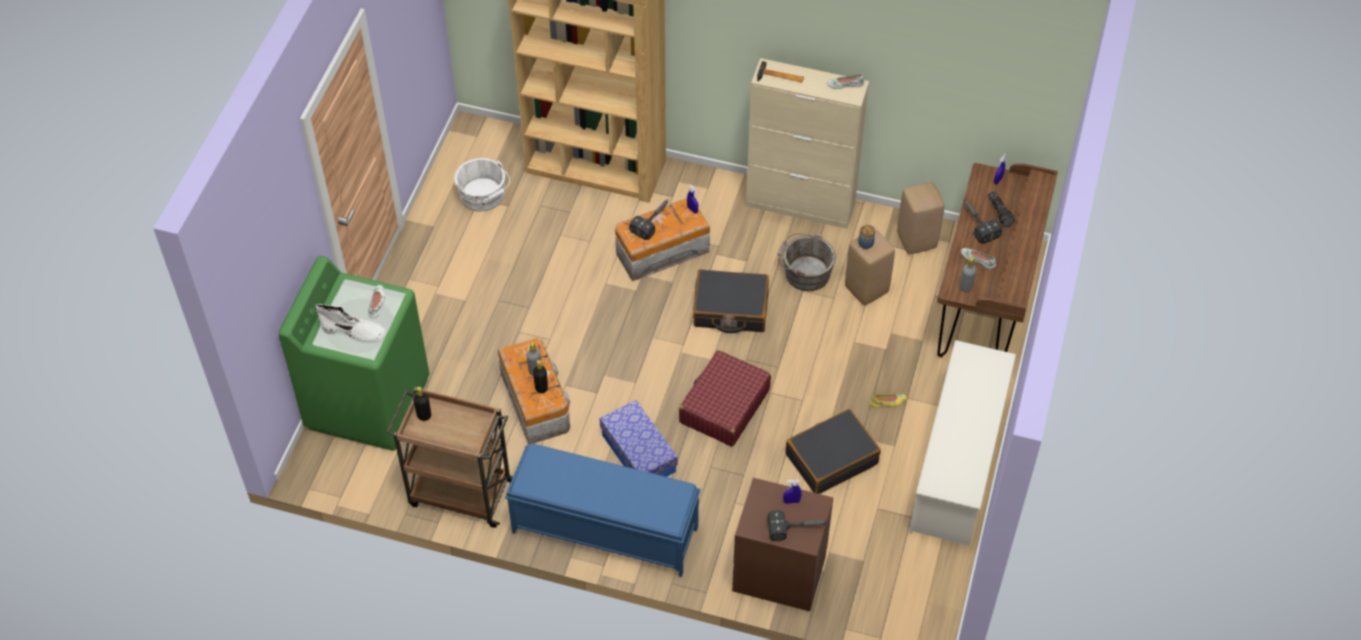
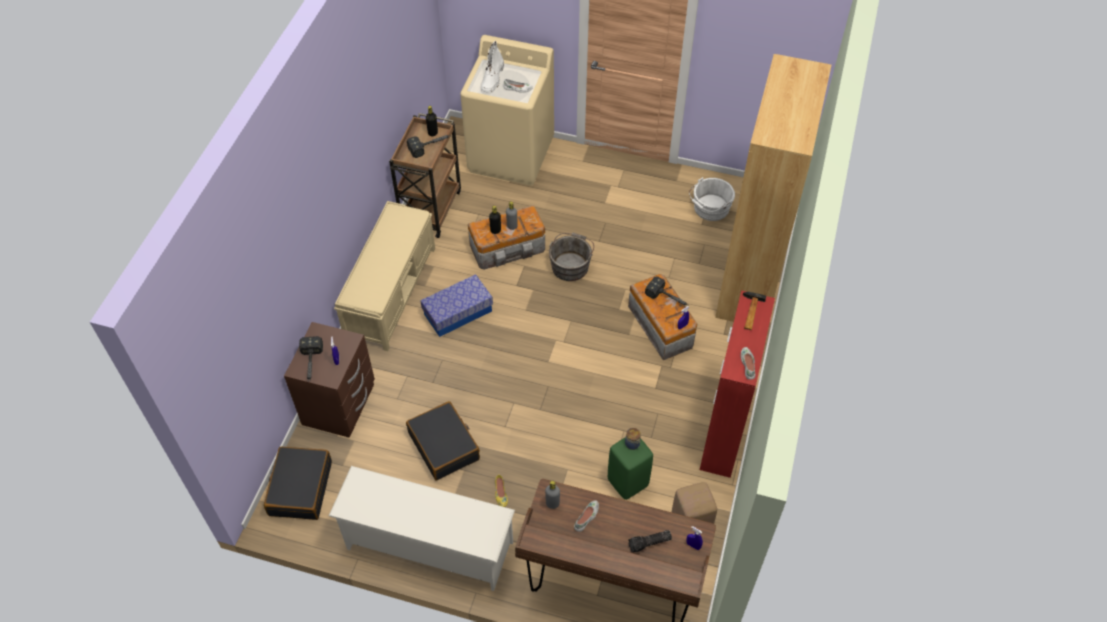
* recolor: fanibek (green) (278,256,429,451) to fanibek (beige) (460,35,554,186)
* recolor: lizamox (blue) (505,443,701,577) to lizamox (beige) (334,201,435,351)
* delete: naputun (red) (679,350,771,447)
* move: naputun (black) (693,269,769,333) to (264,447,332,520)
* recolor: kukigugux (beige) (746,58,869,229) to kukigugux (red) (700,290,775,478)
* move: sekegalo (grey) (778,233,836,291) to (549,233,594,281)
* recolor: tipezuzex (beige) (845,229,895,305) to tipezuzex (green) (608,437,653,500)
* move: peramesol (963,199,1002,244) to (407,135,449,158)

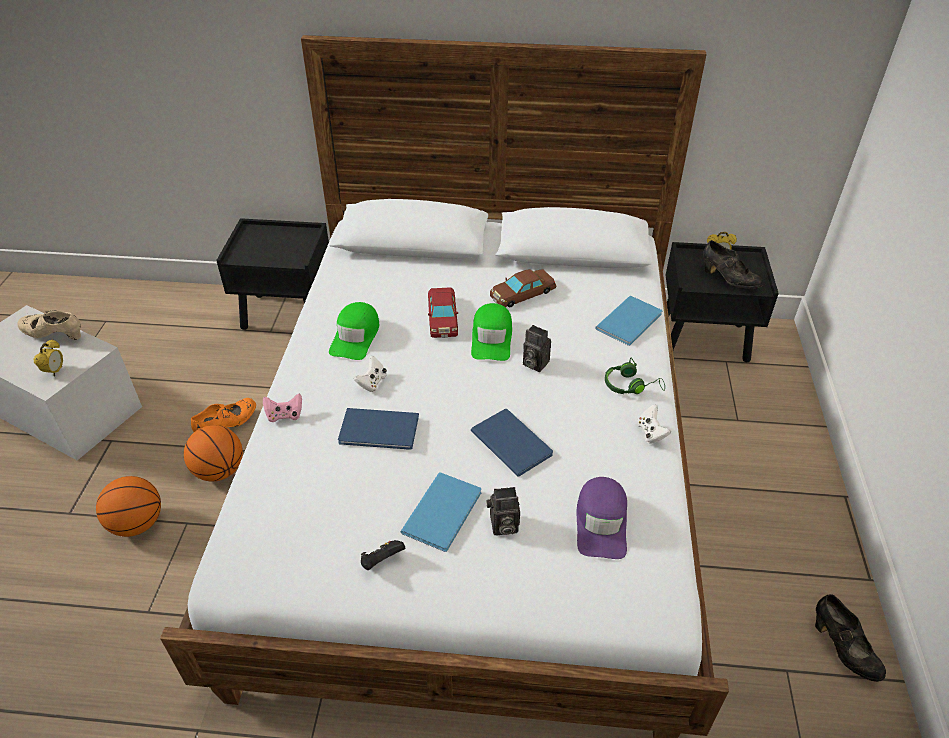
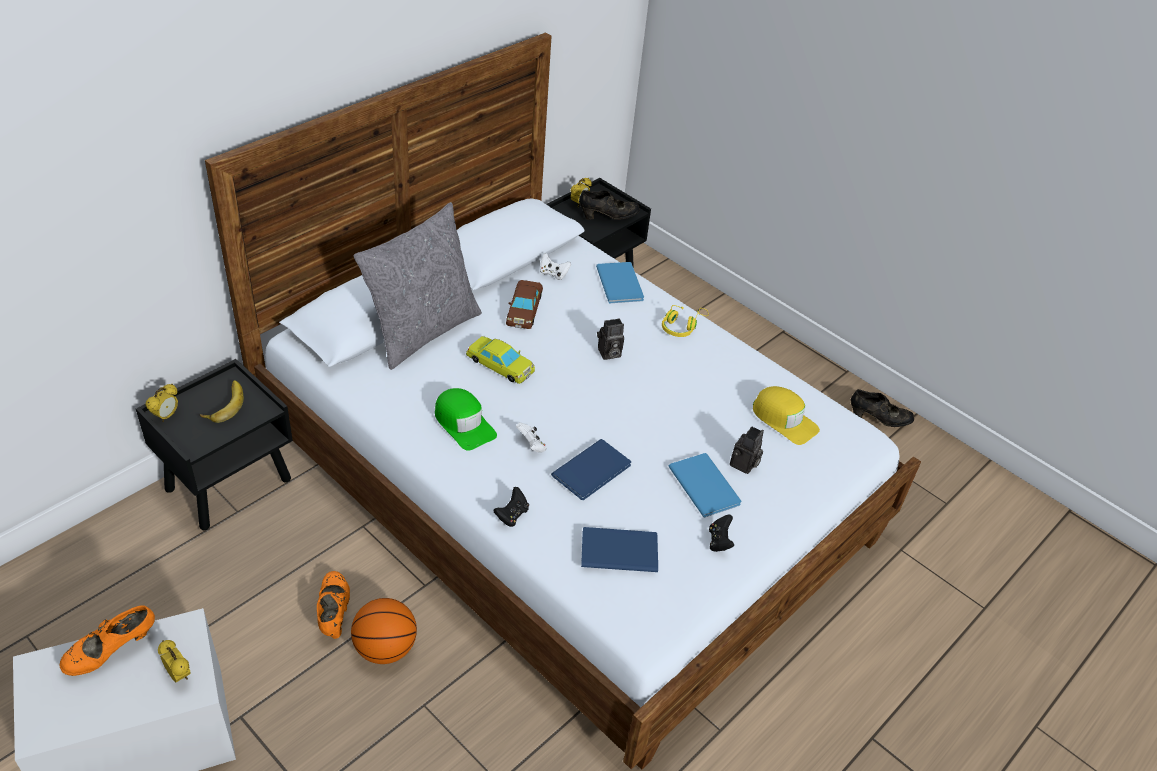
* recolor: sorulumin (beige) (17,310,81,340) to sorulumin (orange) (59,605,155,676)
* delete: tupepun (96,476,161,537)
* recolor: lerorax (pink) (263,393,302,422) to lerorax (black) (494,487,529,527)
* recolor: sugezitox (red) (428,287,458,338) to sugezitox (yellow) (466,336,535,384)
* delete: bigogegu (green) (471,303,512,361)
* move: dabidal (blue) (471,409,553,477) to (581,527,658,572)
* recolor: bigogegu (purple) (577,477,627,559) to bigogegu (yellow) (753,386,820,445)
* recolor: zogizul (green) (605,358,665,394) to zogizul (yellow) (662,305,709,337)
* move: lerorax (white) (637,405,671,443) to (540,253,571,280)
* insert: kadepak (145,384,178,422)
* insert: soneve (199,380,243,423)
* insert: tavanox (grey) (354,202,482,370)

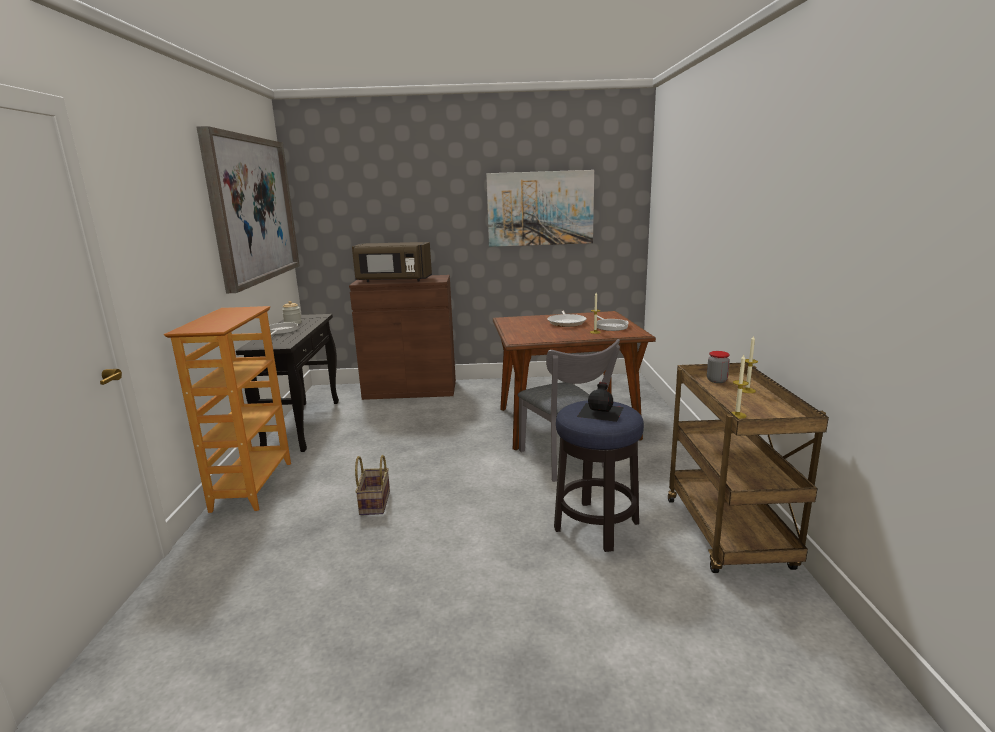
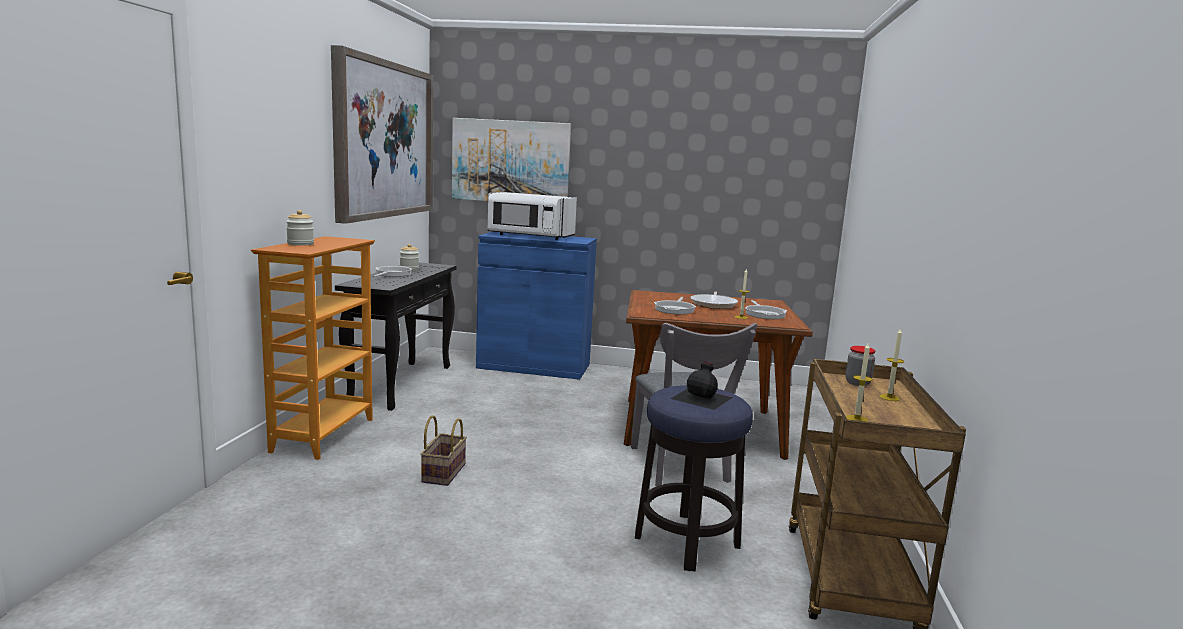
* recolor: kukigugux (brown) (349,275,456,400) to kukigugux (blue) (476,231,597,380)
* recolor: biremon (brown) (352,242,432,282) to biremon (white) (488,192,577,240)
* move: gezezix (486,170,594,247) to (452,118,571,201)
* insert: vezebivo (286,210,314,246)
* insert: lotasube (654,297,696,315)

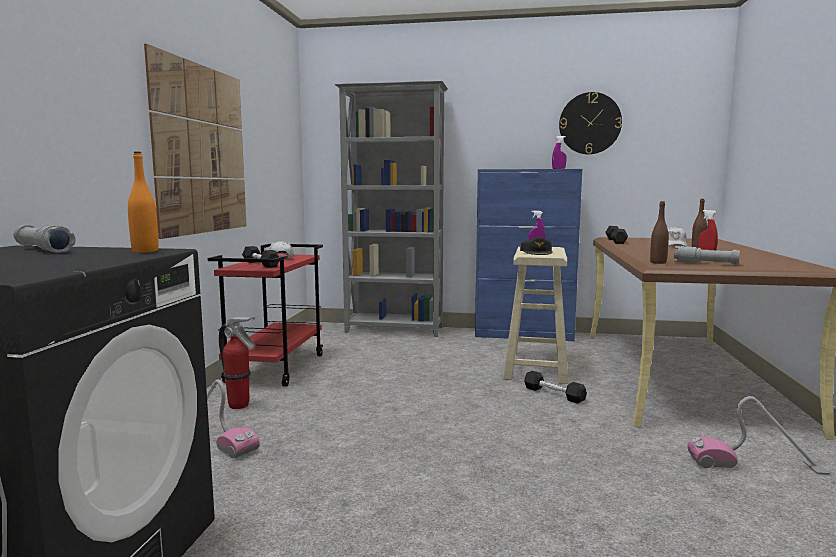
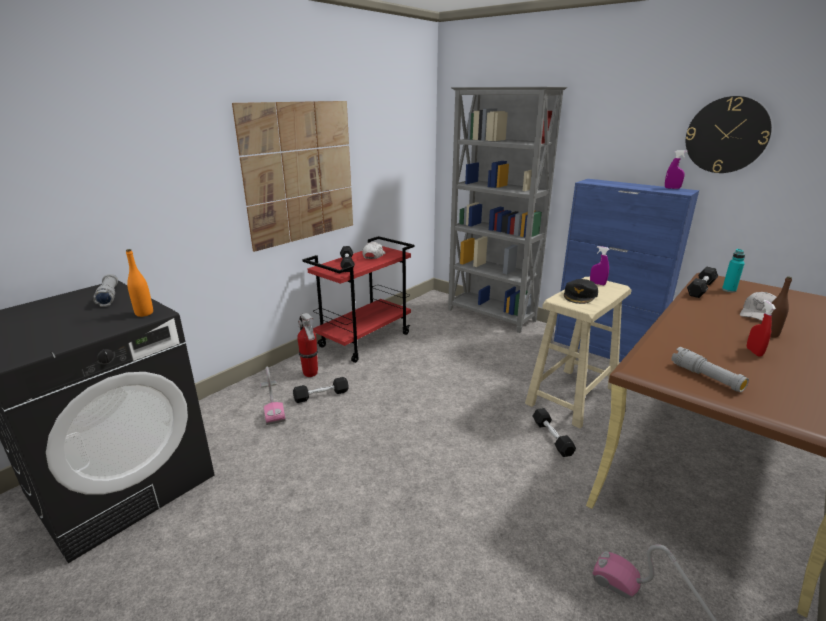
* delete: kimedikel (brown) (650,201,669,264)
* insert: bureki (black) (293,377,349,403)
* insert: kimedikel (turquoise) (722,249,745,292)

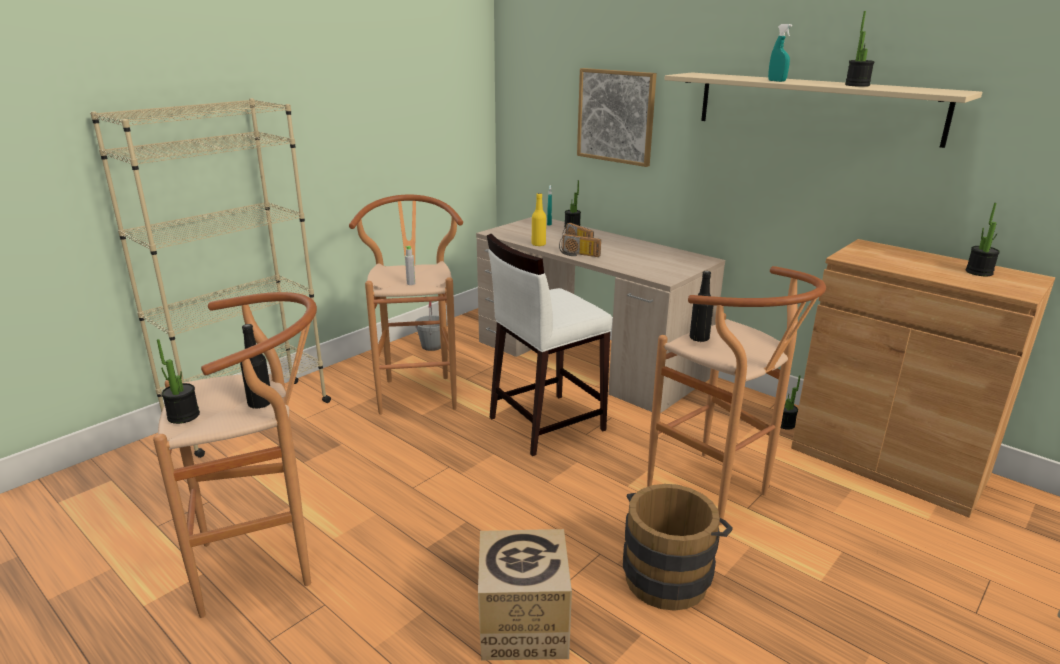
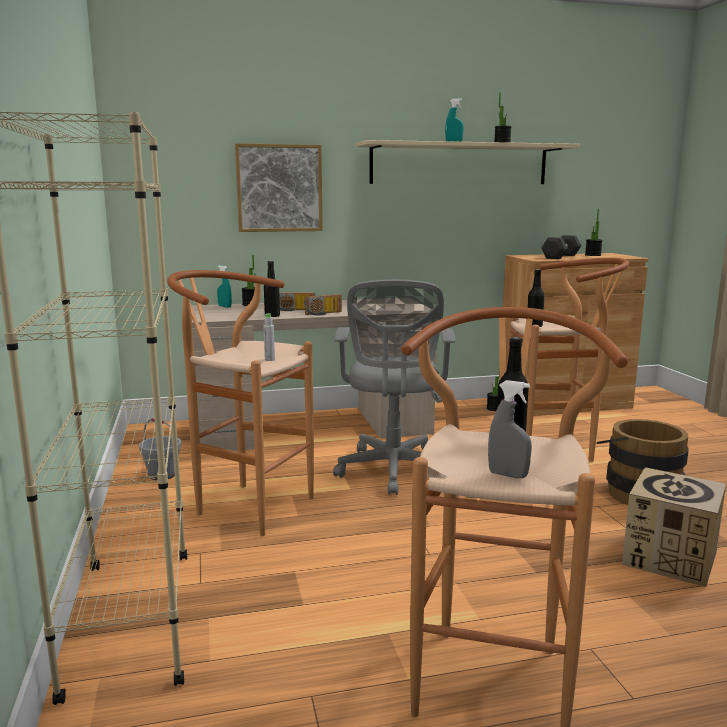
* replace: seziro (157,339,200,424) to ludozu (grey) (488,380,532,478)
* replace: tipezuzex (white) (487,233,612,456) to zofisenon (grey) (333,279,455,495)
* recolor: kimedikel (yellow) (532,193,546,246) to kimedikel (black) (264,261,280,317)
* insert: bureki (black) (542,235,581,259)

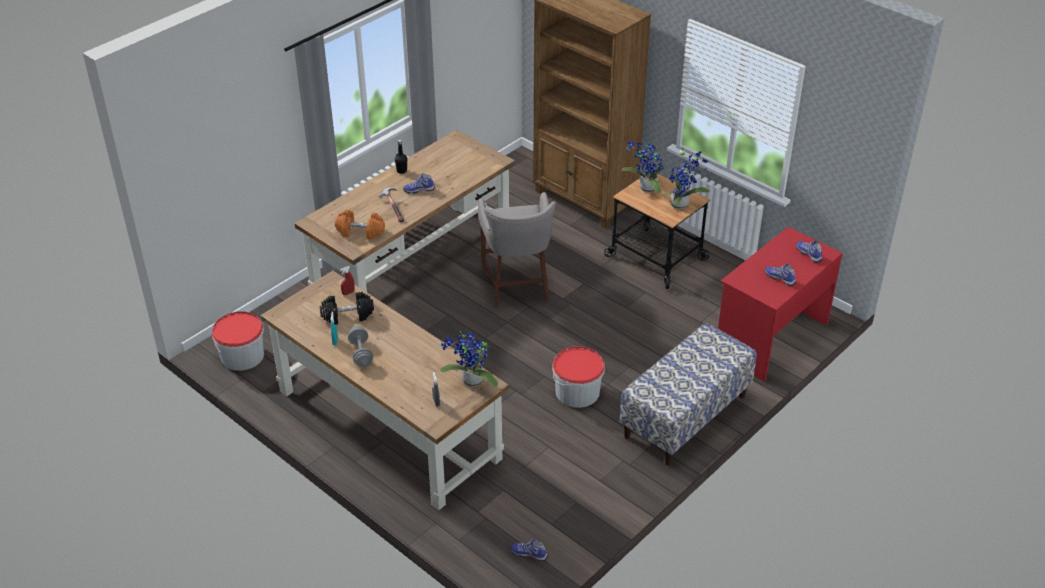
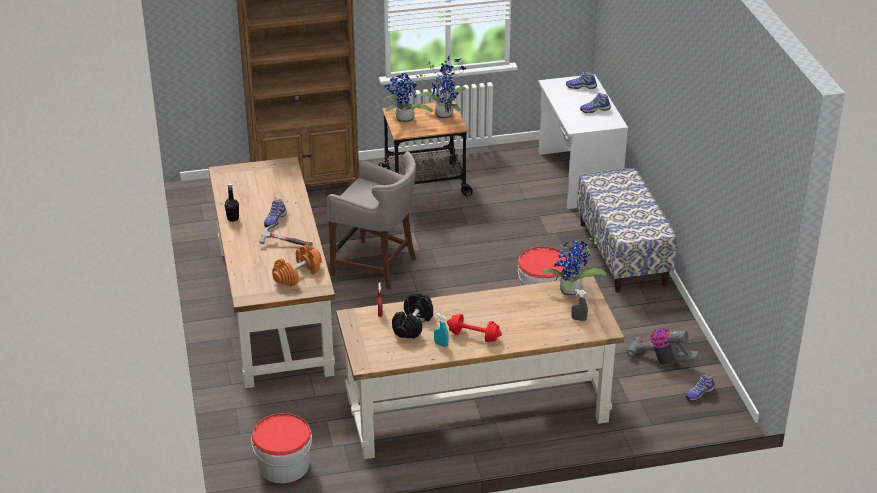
* recolor: bureki (grey) (348,326,373,367) to bureki (red) (447,314,502,342)
* recolor: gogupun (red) (718,227,843,381) to gogupun (white) (538,74,628,209)
* insert: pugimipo (626,328,699,365)

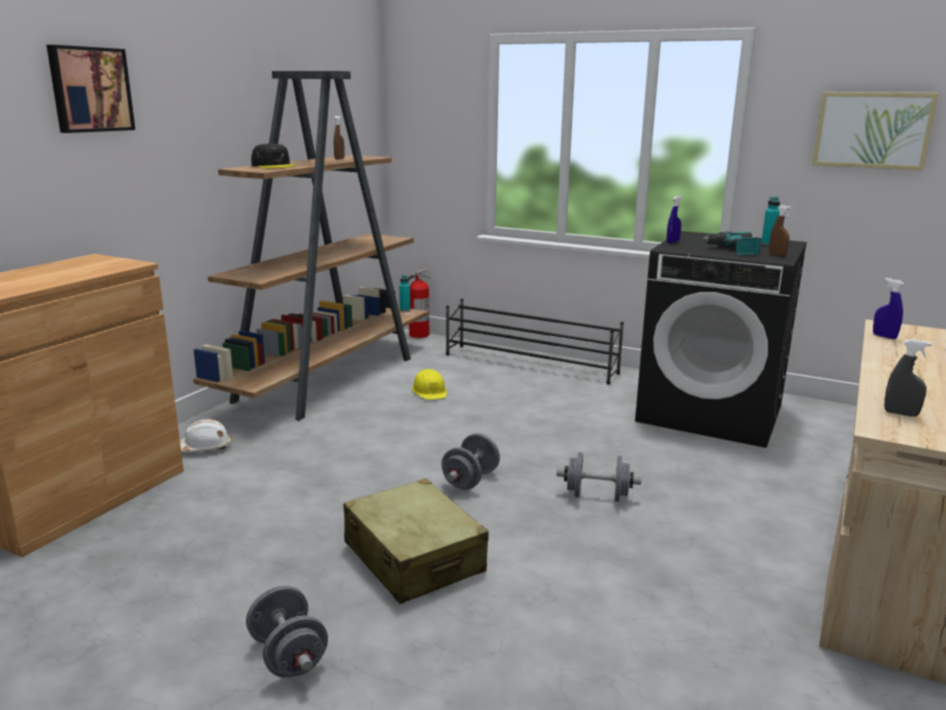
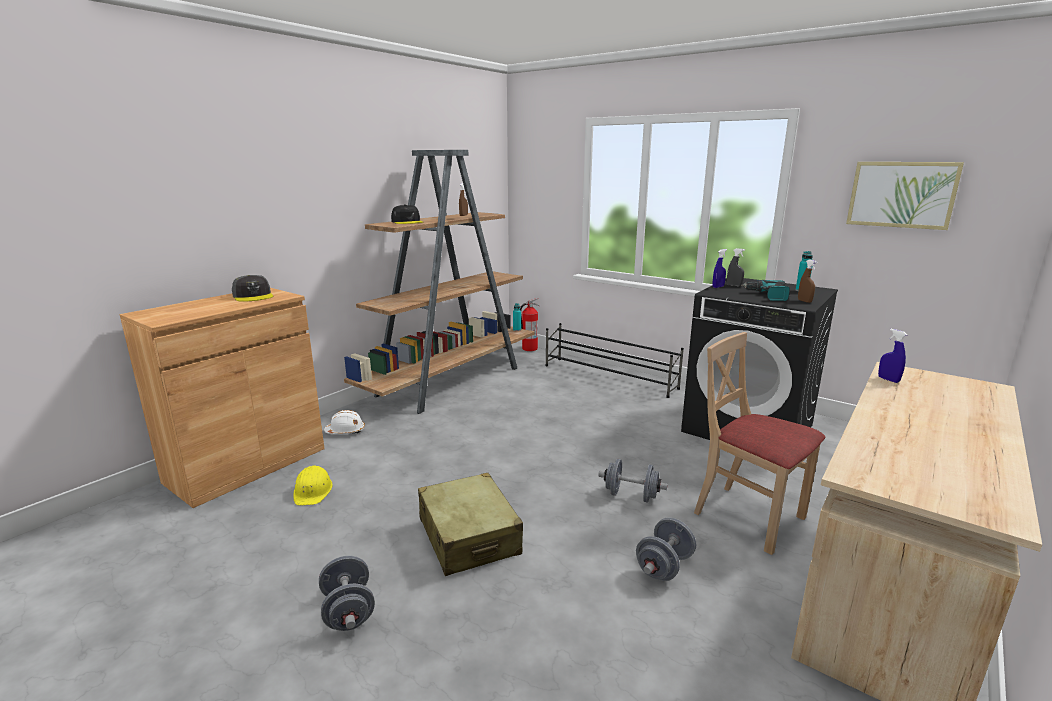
* delete: gezezix (47,45,135,133)
* move: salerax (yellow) (412,369,447,400) to (293,465,333,506)
* move: bureki (grey) (441,433,500,490) to (636,518,696,581)
* move: ludozu (grey) (884,340,931,416) to (727,248,745,287)
* insert: bigogegu (grey) (232,275,273,302)
* insert: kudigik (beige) (694,332,825,555)

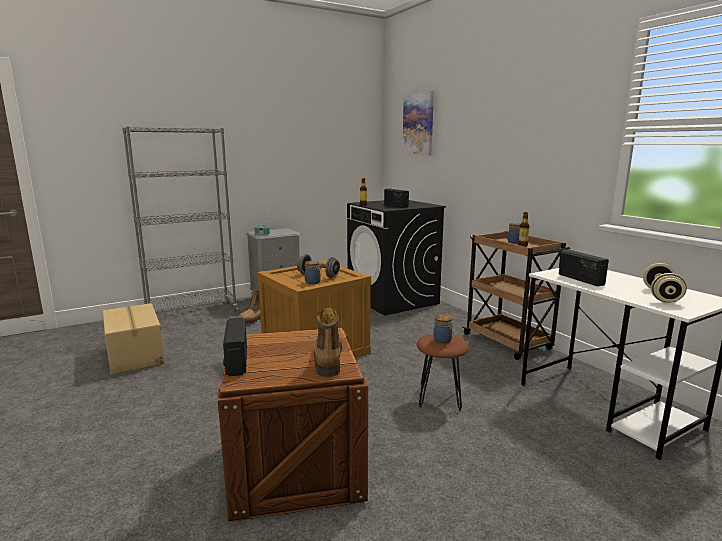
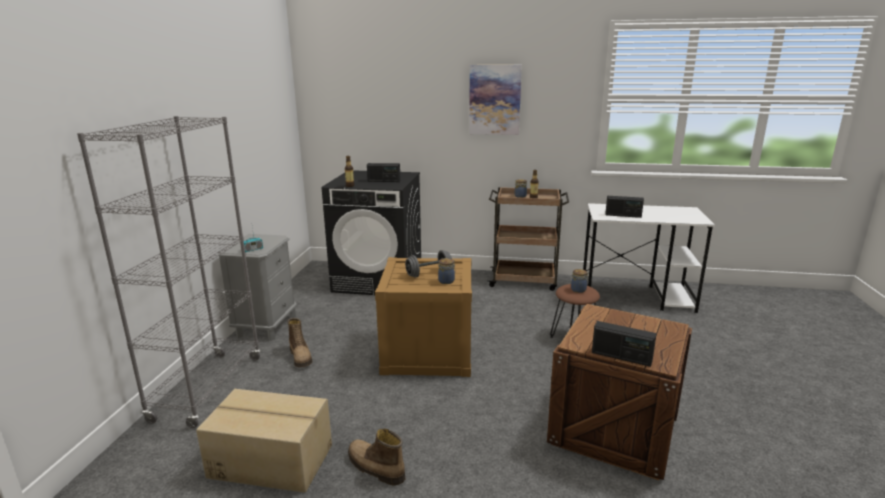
* move: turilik (314,308,342,377) to (348,428,405,485)
* move: gezezix (402,91,434,155) to (469,65,522,135)
* delete: bureki (beige) (643,263,687,303)

